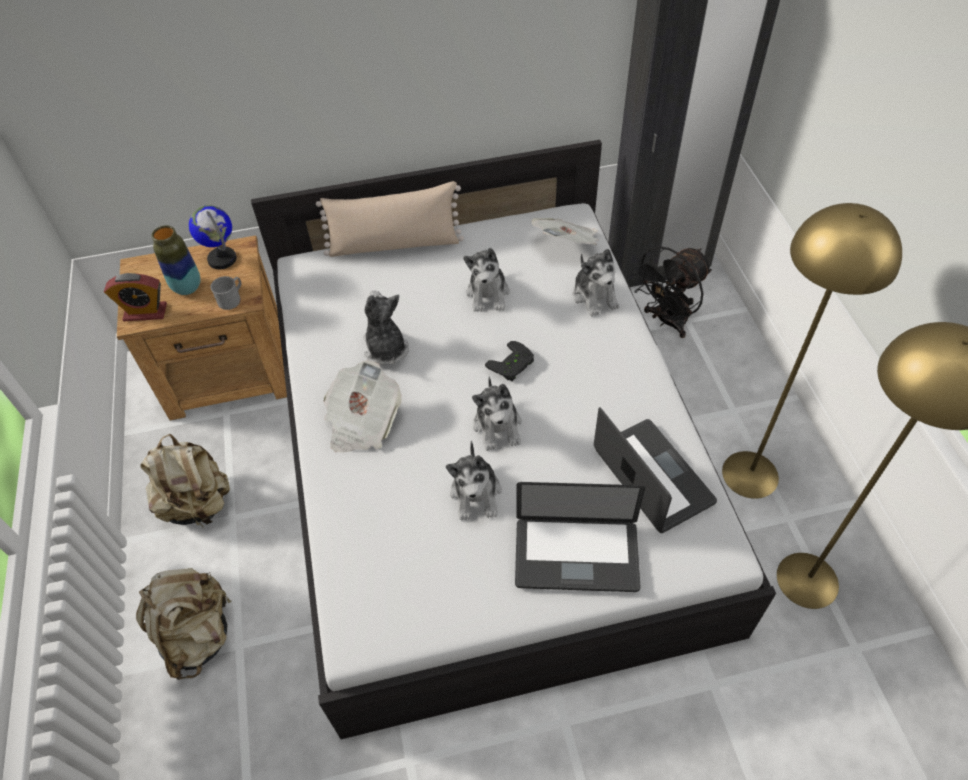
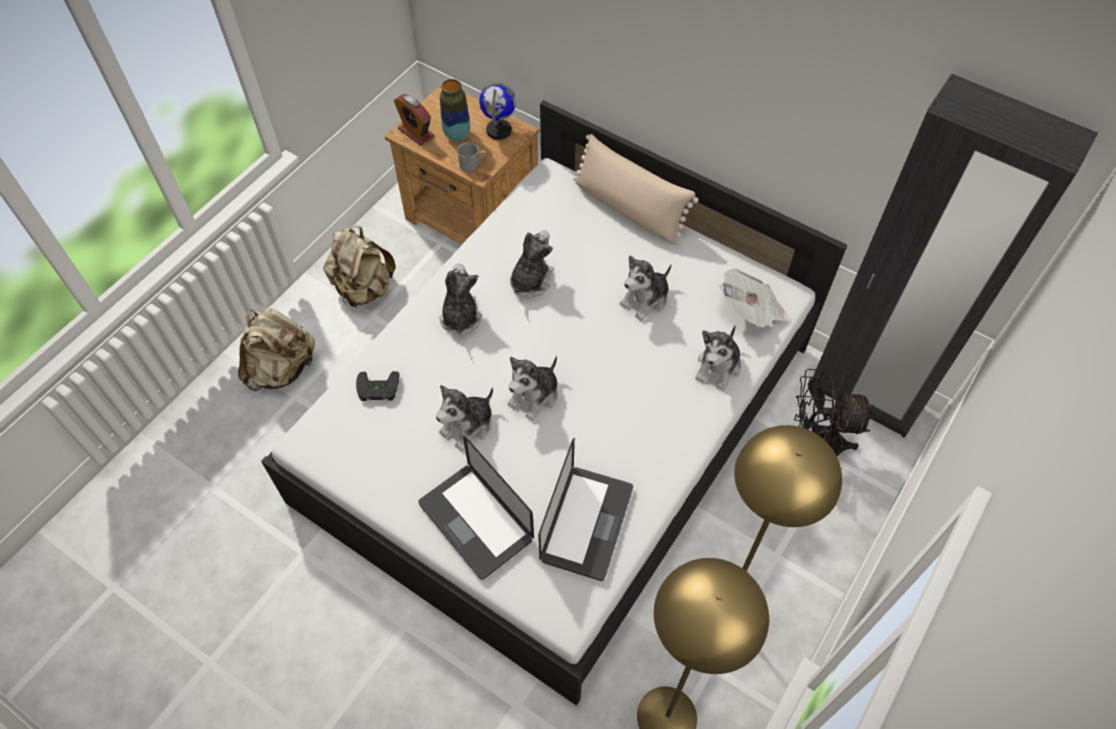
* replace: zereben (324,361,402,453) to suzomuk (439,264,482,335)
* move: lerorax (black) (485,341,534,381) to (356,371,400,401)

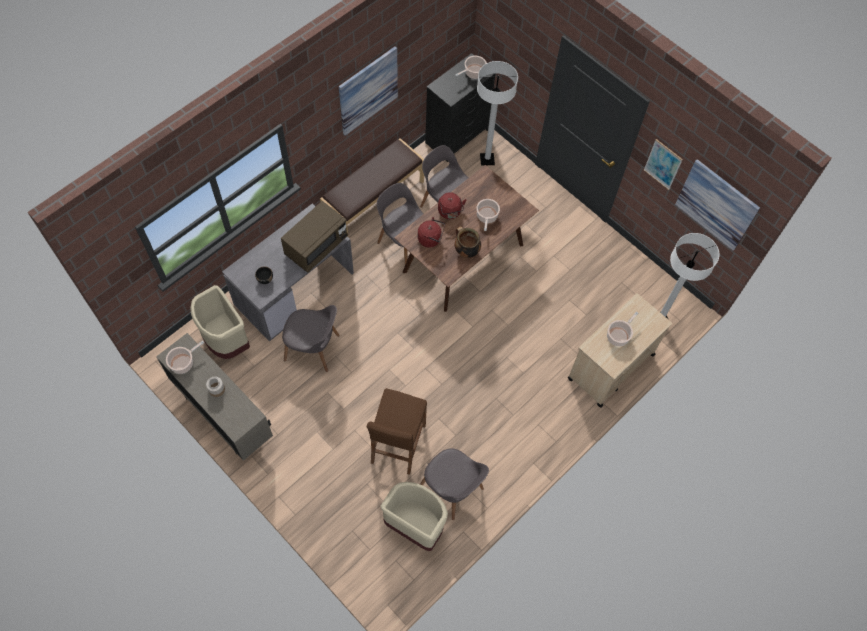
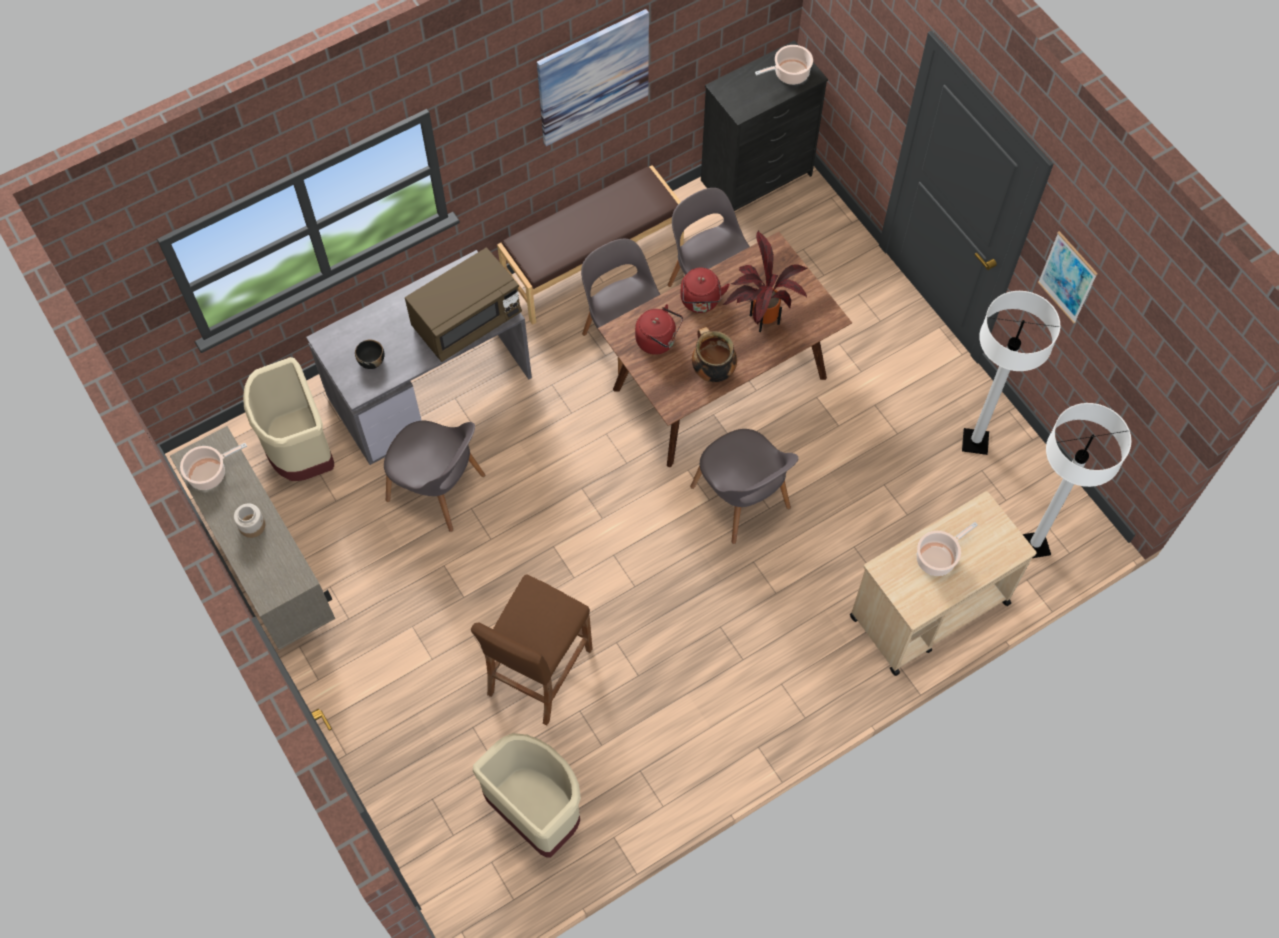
* move: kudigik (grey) (420,448,489,520) to (690,429,799,544)
* replace: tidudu (476,199,500,231) to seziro (722,231,807,332)
* move: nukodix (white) (477,61,518,166) to (962,291,1060,455)
* delete: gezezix (675,159,760,251)

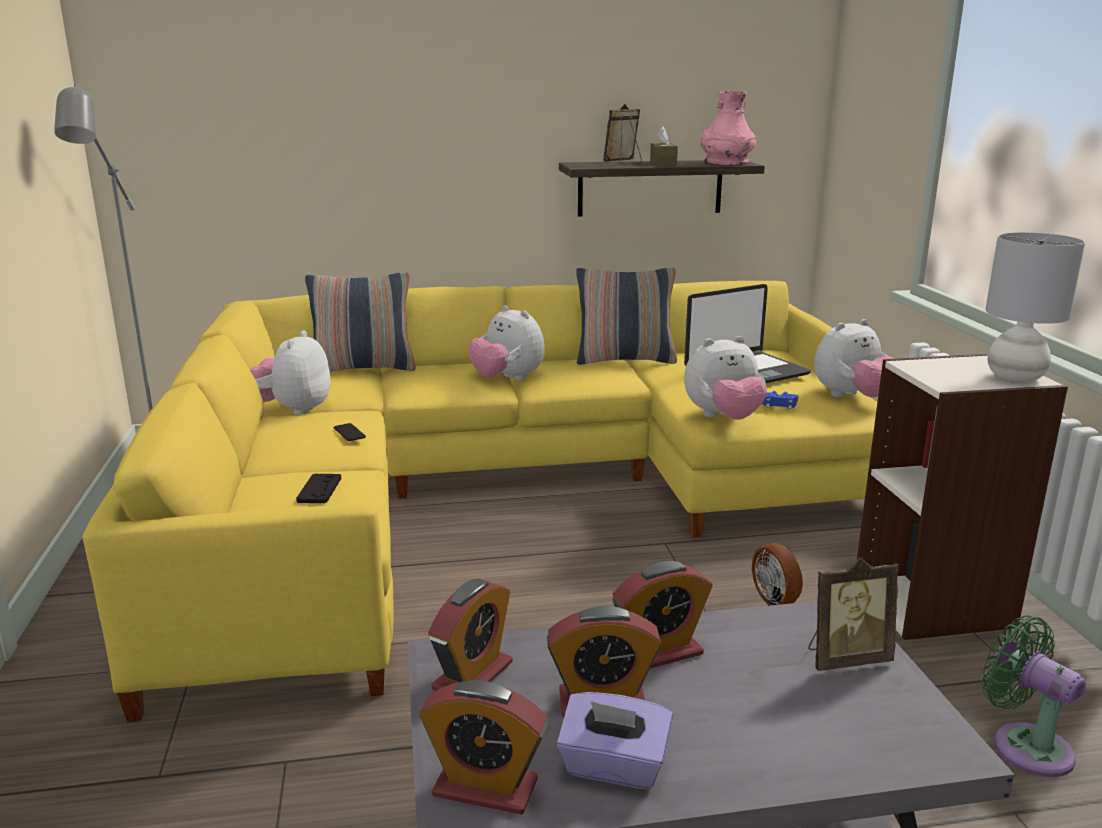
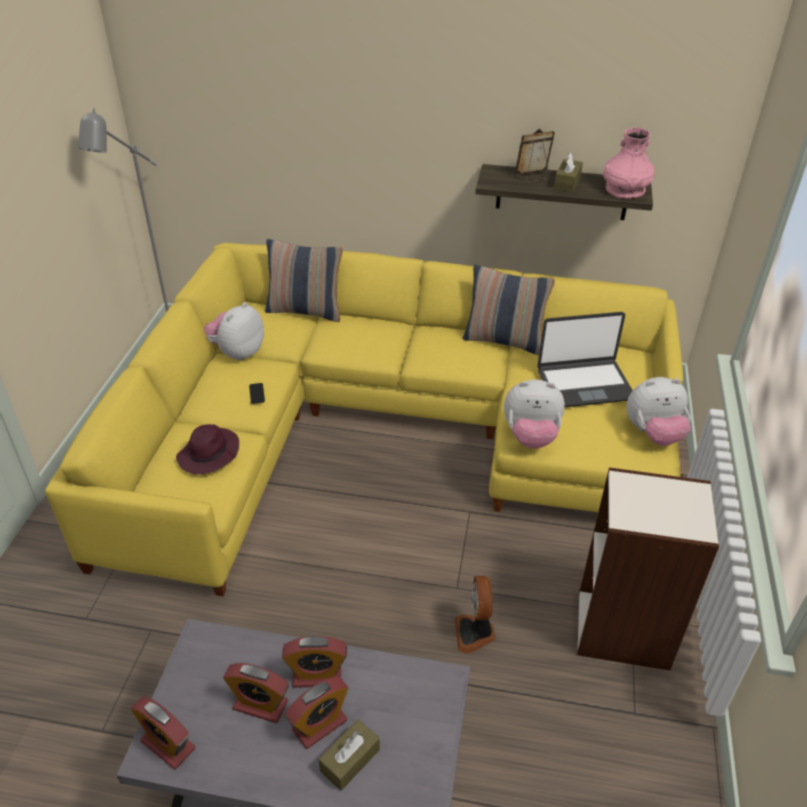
* replace: lerorax (black) (296,474,341,503) to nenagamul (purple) (176,424,239,475)
* move: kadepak (428,578,512,691) to (285,676,348,749)
* delete: suzomuk (468,305,545,381)
* delete: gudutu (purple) (557,692,673,789)
* delete: lerorax (blue) (762,391,798,409)
* delete: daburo (808,557,899,671)
* delete: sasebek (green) (981,615,1086,777)
* delete: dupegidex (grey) (985,232,1085,382)
* insert: gudutu (brown) (319,720,380,791)

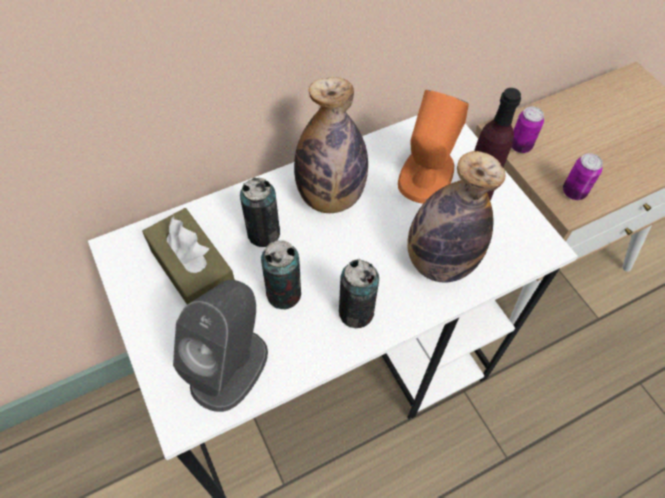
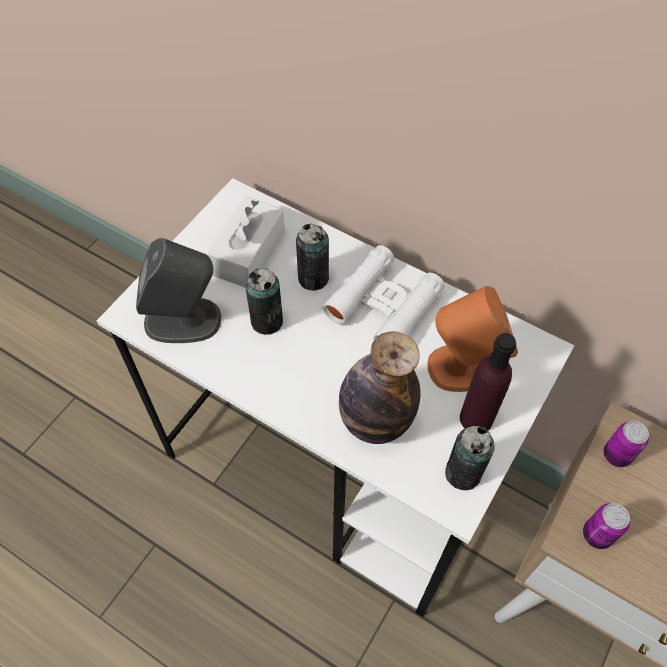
* recolor: gudutu (brown) (142,208,235,305) to gudutu (white) (207,196,285,287)
* replace: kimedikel (294,77,368,213) to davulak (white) (323,245,445,340)
* move: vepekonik (339,259,379,328) to (445,426,495,490)

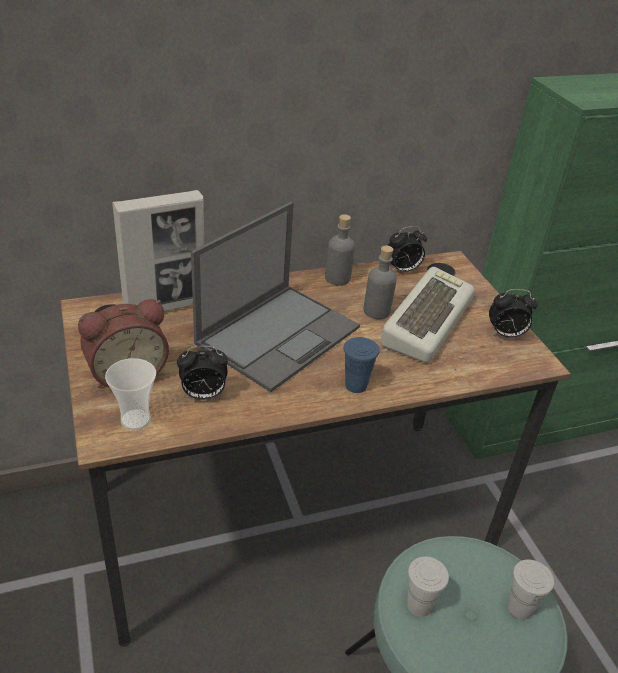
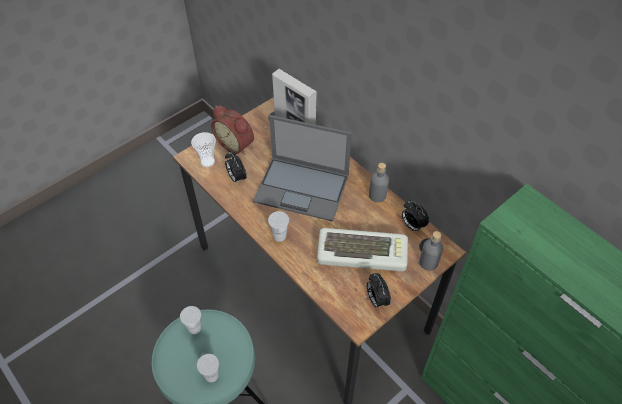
* recolor: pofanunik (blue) (343,337,380,393) to pofanunik (white) (268,211,289,242)
* move: kimedikel (grey) (364,246,397,319) to (419,231,443,271)

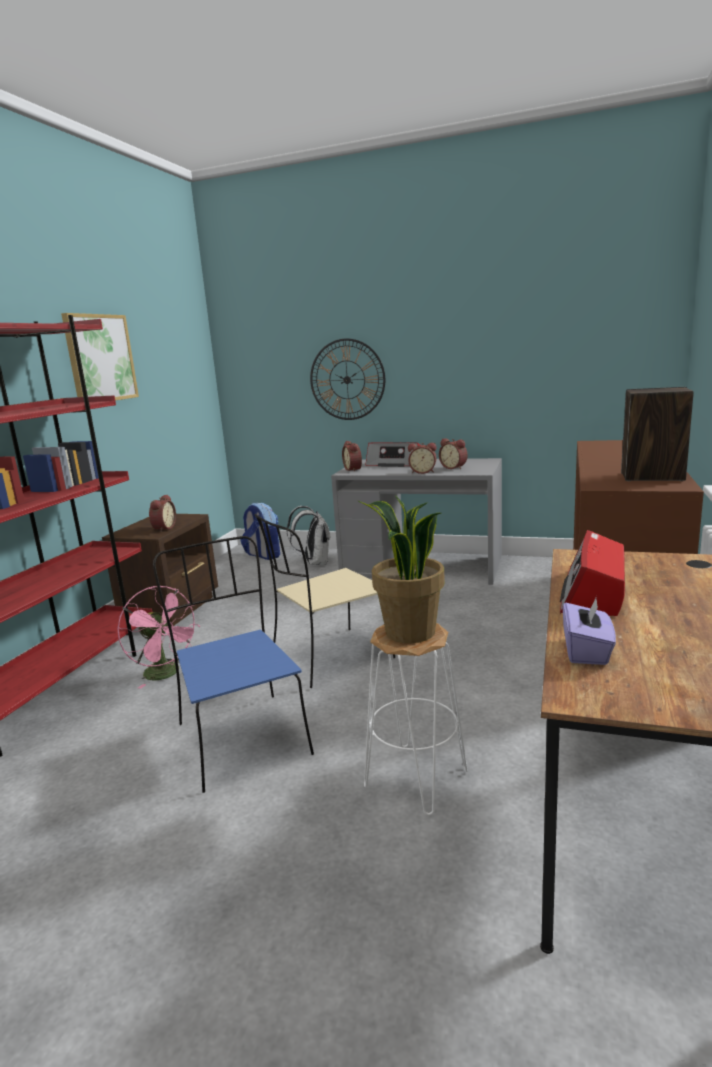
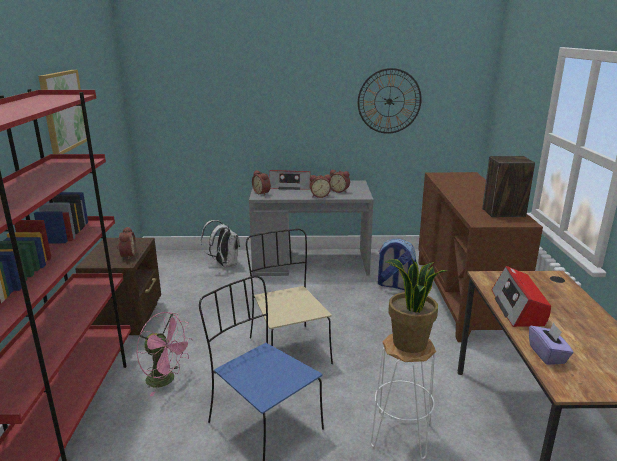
* move: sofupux (240,503,280,560) to (378,239,416,290)
* rotate: kudigik (beige) (254,514,395,688) = (246,229,333,364) 120 degrees clockwise
* move: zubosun (310,339,385,420) to (358,68,422,134)

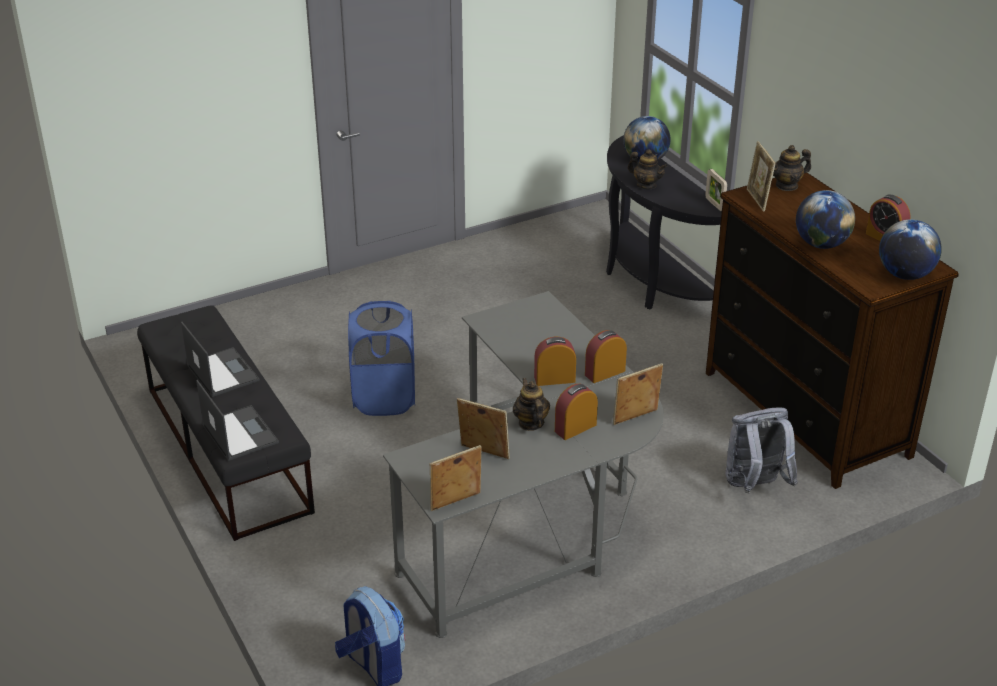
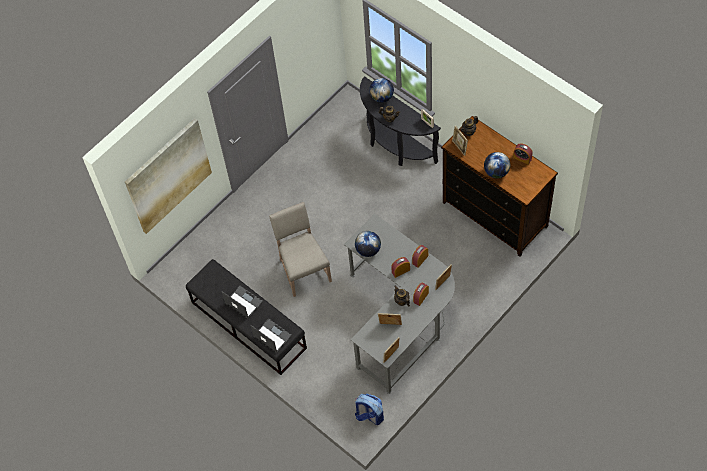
* replace: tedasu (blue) (348,301,415,416) to kudigik (beige) (269,202,332,297)
* delete: sofupux (grey) (725,407,798,494)
* move: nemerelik (879,219,942,280) to (355,231,381,257)
* insert: gezezix (125,118,212,234)

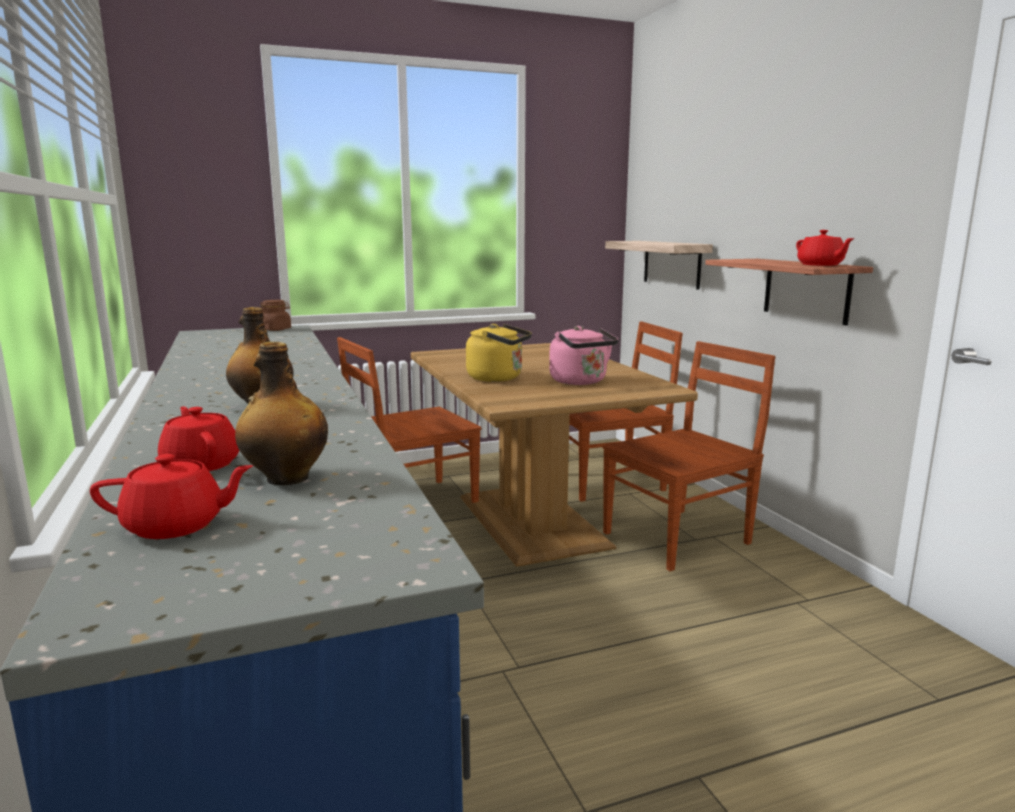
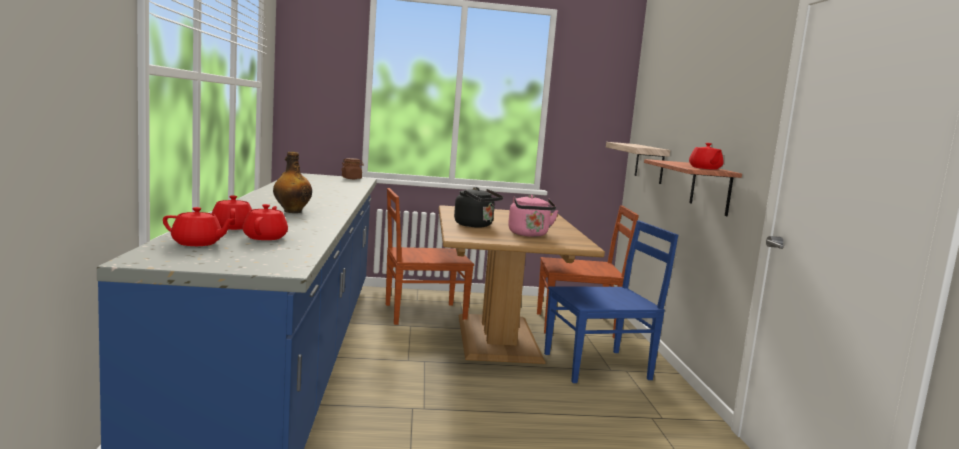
* replace: kimedikel (235,342,328,485) to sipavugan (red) (242,204,288,240)
* recolor: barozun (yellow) (466,324,532,382) to barozun (black) (454,187,503,228)
* recolor: kudigik (brown) (602,341,776,571) to kudigik (blue) (544,220,678,383)

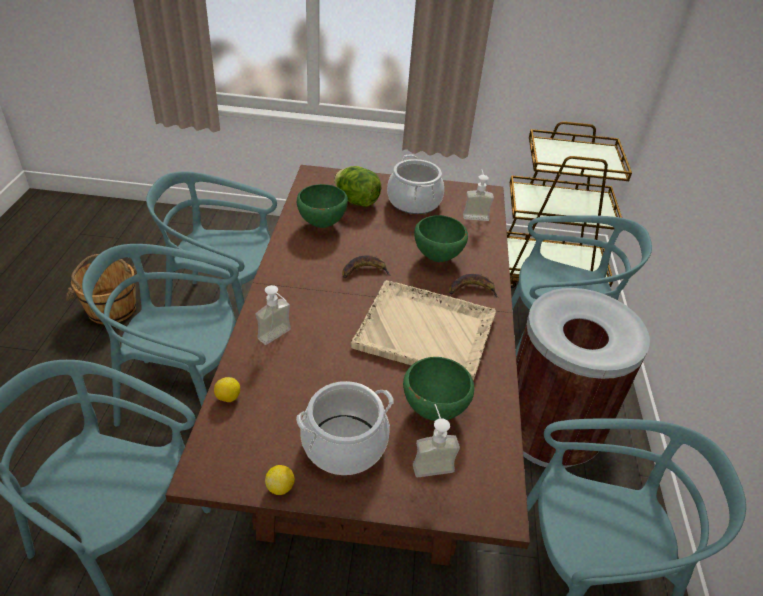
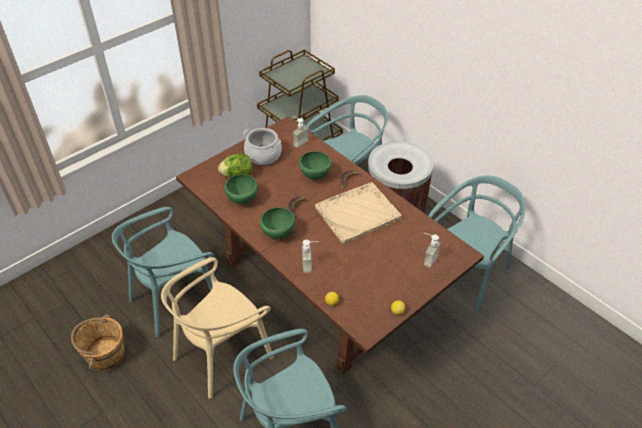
* recolor: kudigik (turquoise) (82,244,239,427) to kudigik (beige) (161,257,274,399)
* delete: tidudu (296,381,394,475)
* move: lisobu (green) (403,357,474,421) to (260,207,295,239)

